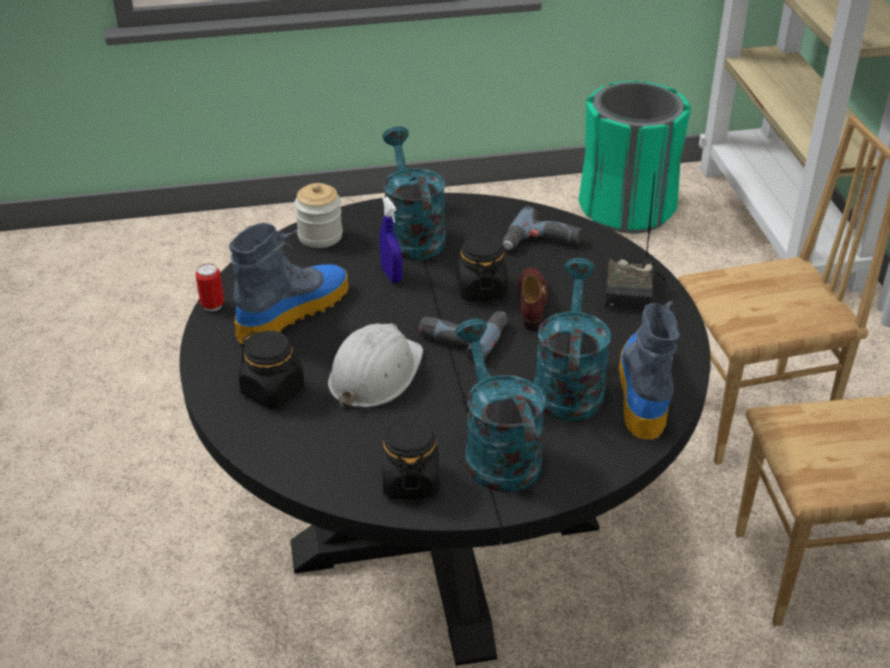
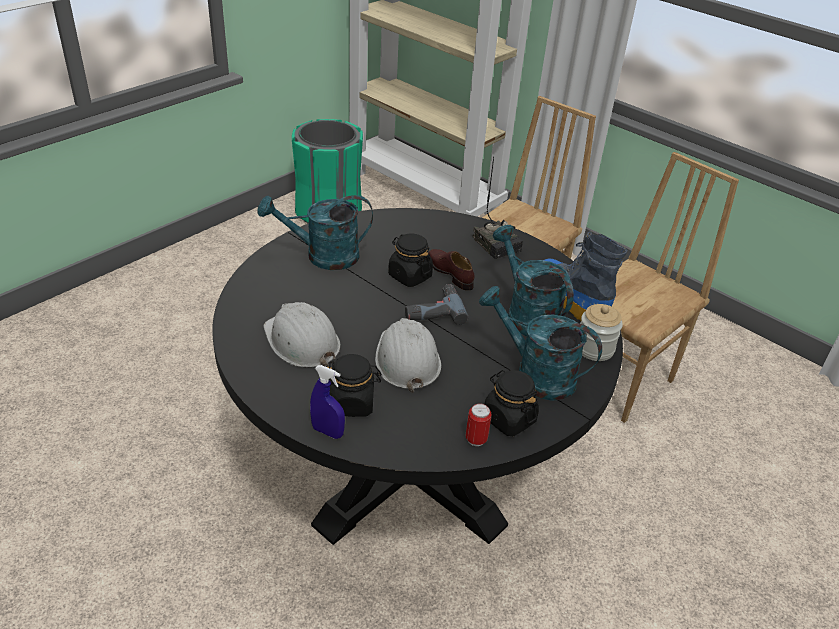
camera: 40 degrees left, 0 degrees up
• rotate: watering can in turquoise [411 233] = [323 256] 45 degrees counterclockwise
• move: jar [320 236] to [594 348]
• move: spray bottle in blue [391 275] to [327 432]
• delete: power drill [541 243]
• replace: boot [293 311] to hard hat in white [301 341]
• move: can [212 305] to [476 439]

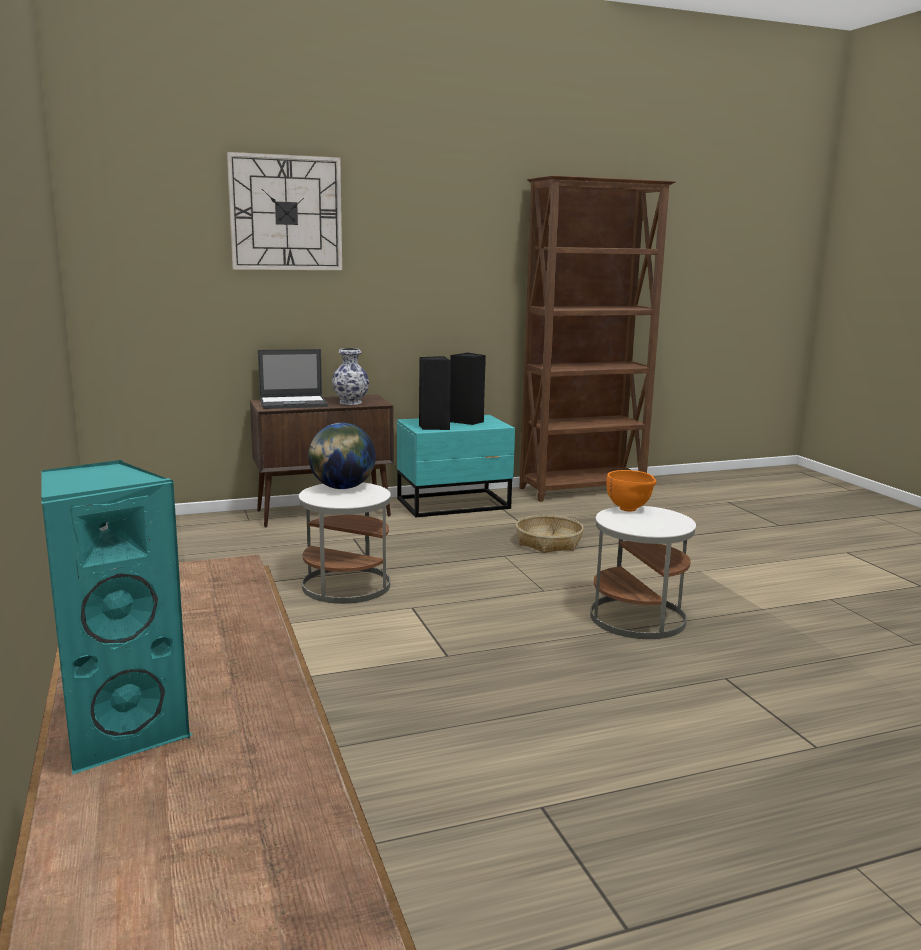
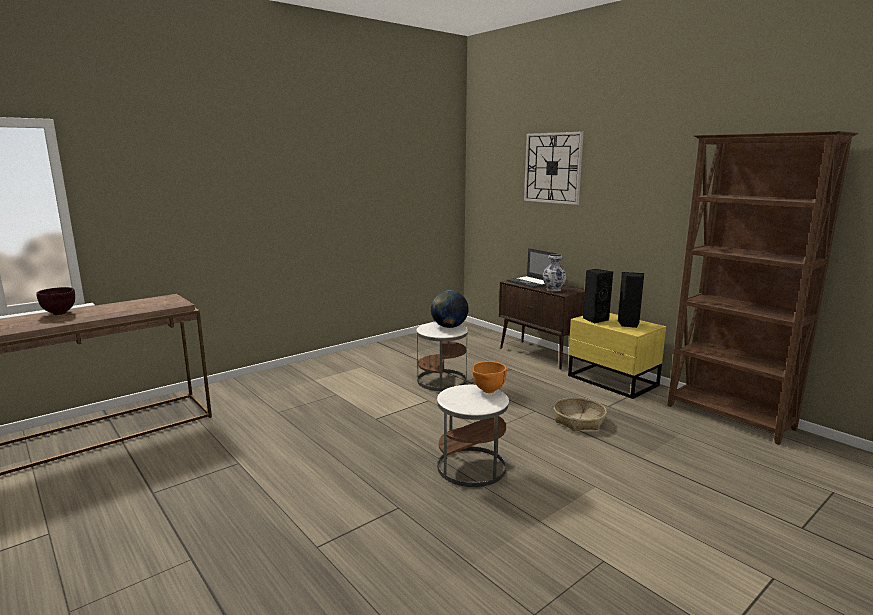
camera: 70 degrees right, 0 degrees up
• recolor: nightstand in turquoise [455 504] to nightstand in yellow [612 381]
• replace: speaker in turquoise [122 732] to bowl in brown [60 314]

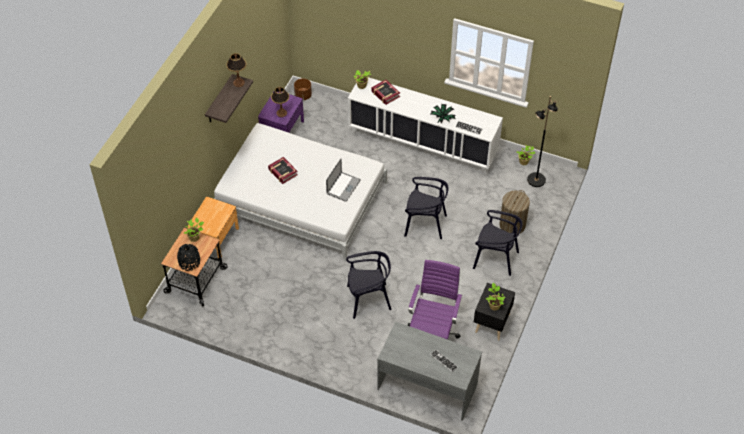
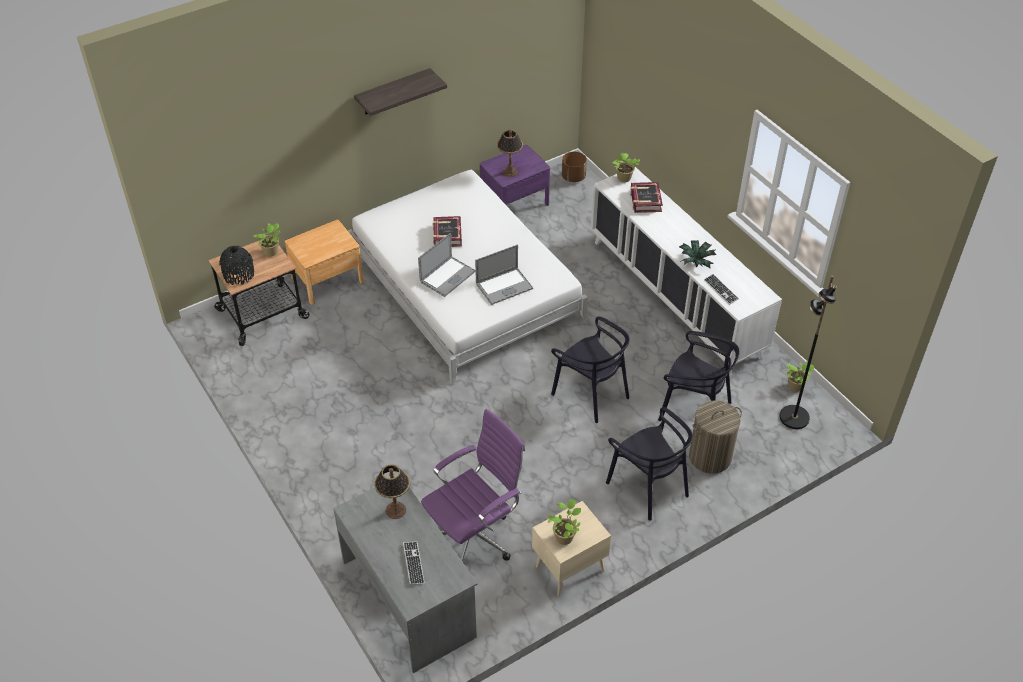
camera: 35 degrees right, 5 degrees down
• move: table lamp [238 83] to [395 510]
• move: chair in black [368 299] to [694 409]
• recolor: nightstand in black [491 323] to nightstand in beige [568 568]
• insert: laptop [447 276]

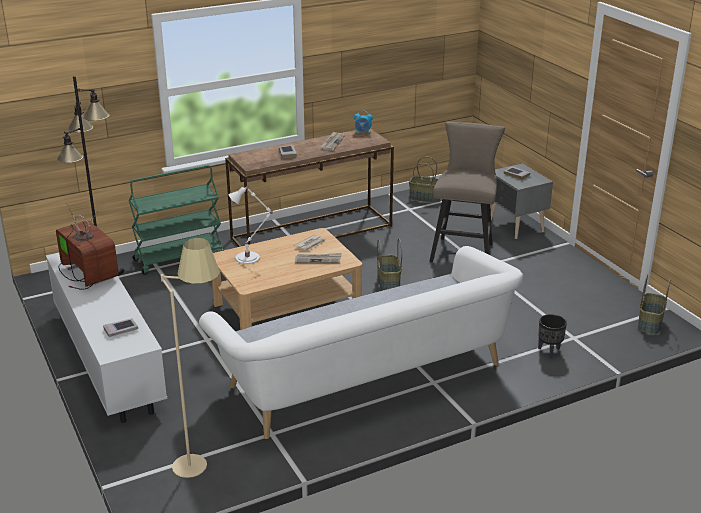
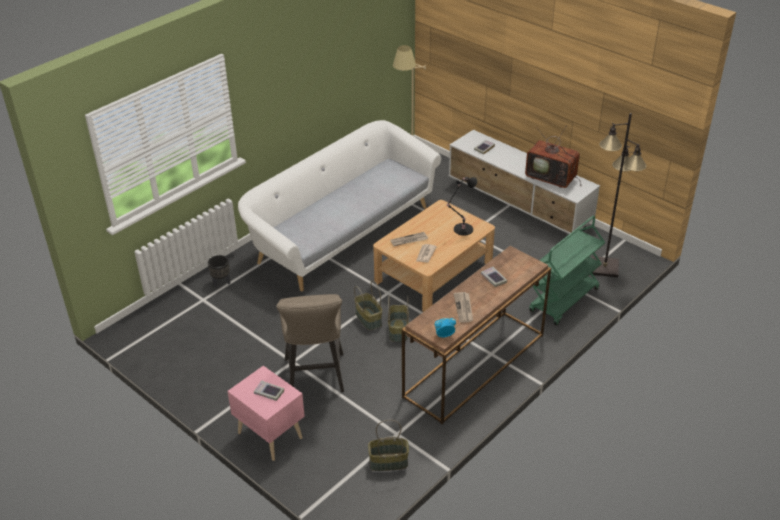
camera: 160 degrees right, 10 degrees up
• recolor: nightstand in grey [515 226] to nightstand in pink [270 434]
• recolor: table lamp in white [249 258] to table lamp in black [461 230]
• move: basket [650 323] to [398 330]

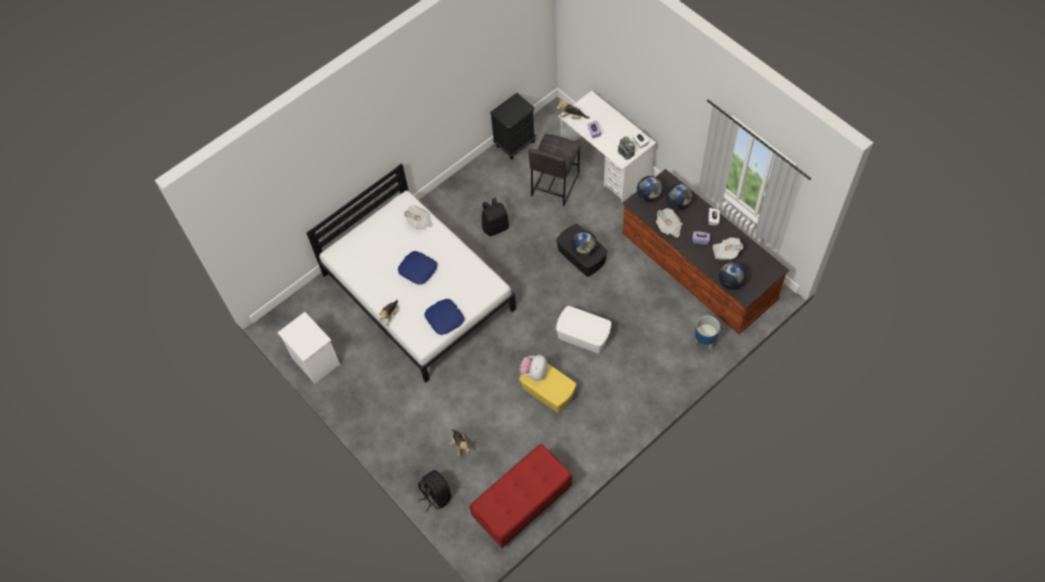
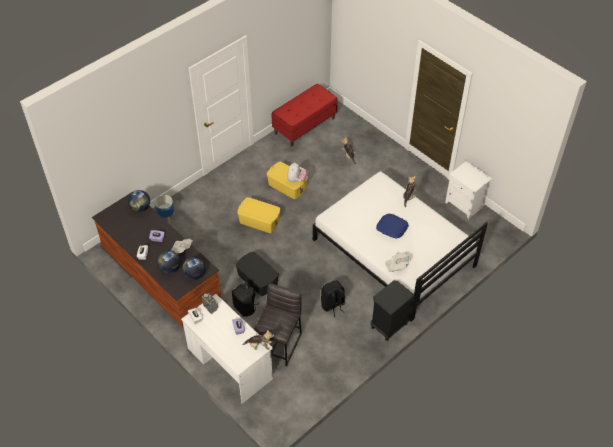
camera: 175 degrees right, 10 degrees down
• move: nightstand in black [515 143] to [389 325]
• delete: globe [584 250]
• delete: newspaper [725 252]
• delete: pillow in blue [445 318]
• recolor: storage box in white [583 336] to storage box in yellow [259 221]
• move: backpack in black [436 495] to [245 307]

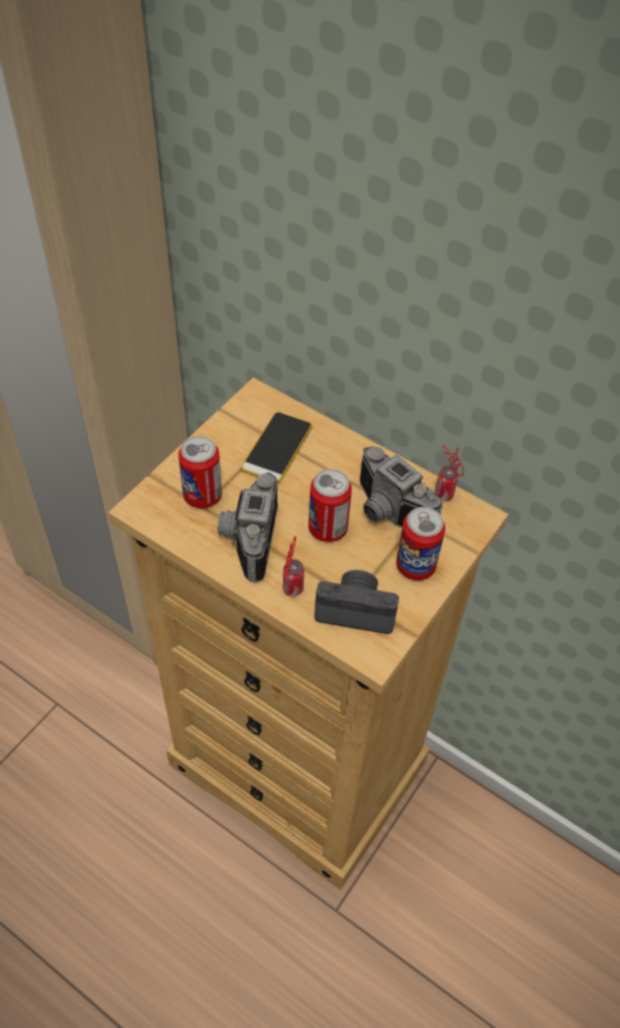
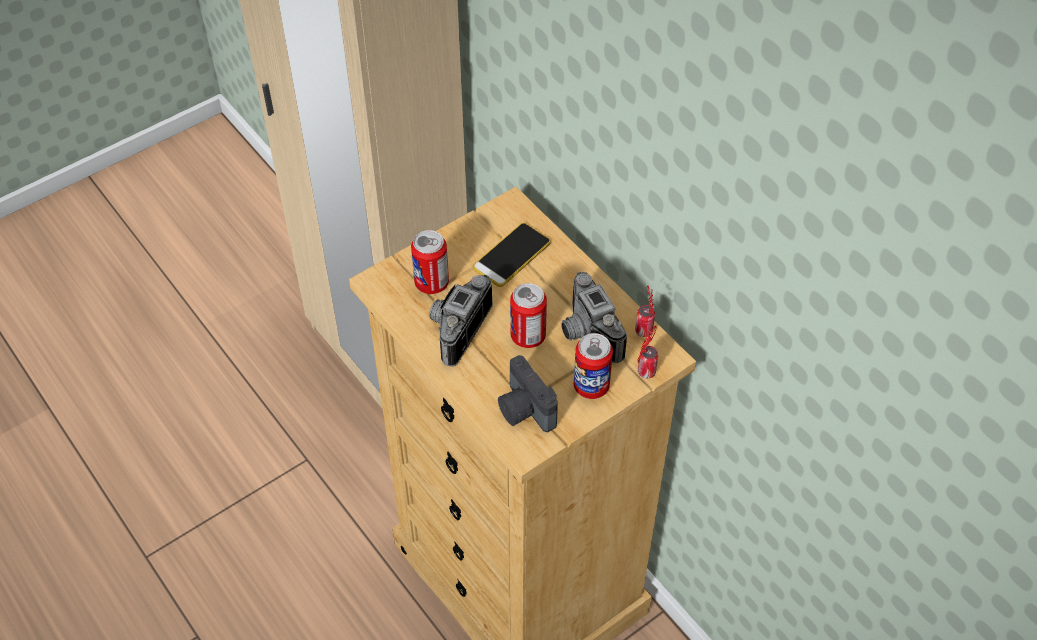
camera: 20 degrees right, 0 degrees up
• move: can [292 591] to [645 374]
• rotate: photo camera [355 610] = [524 410] 150 degrees counterclockwise

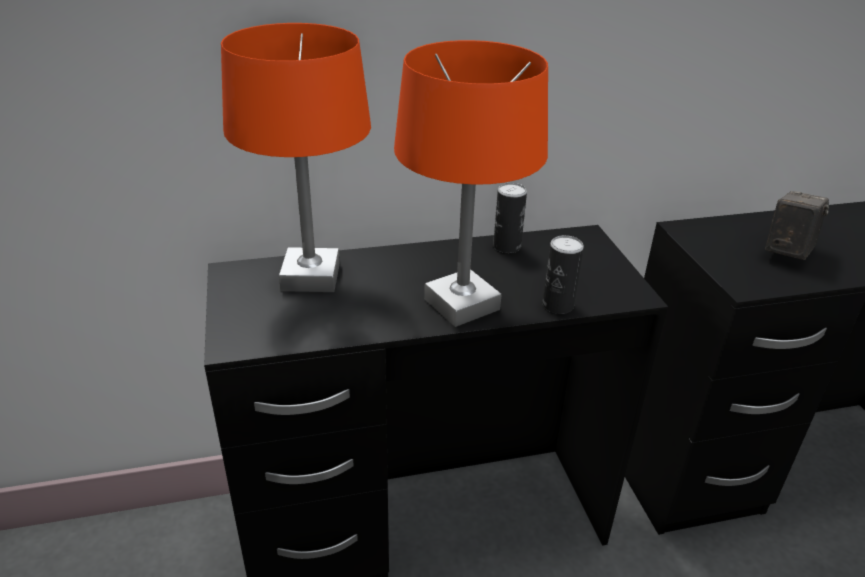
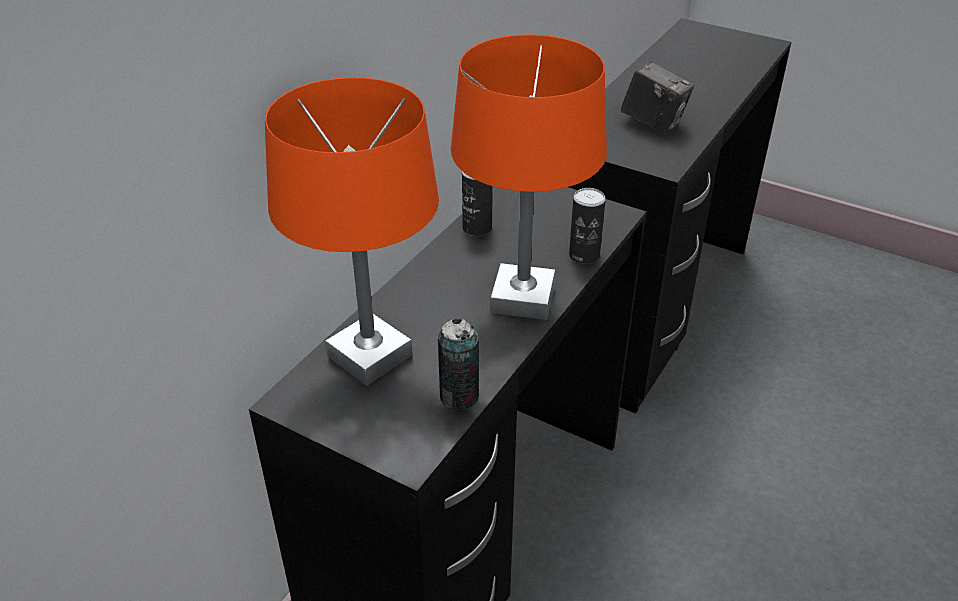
camera: 45 degrees left, 5 degrees up
• rotate: photo camera [787 251] = [653 123] 135 degrees clockwise
• insert: can [459 396]

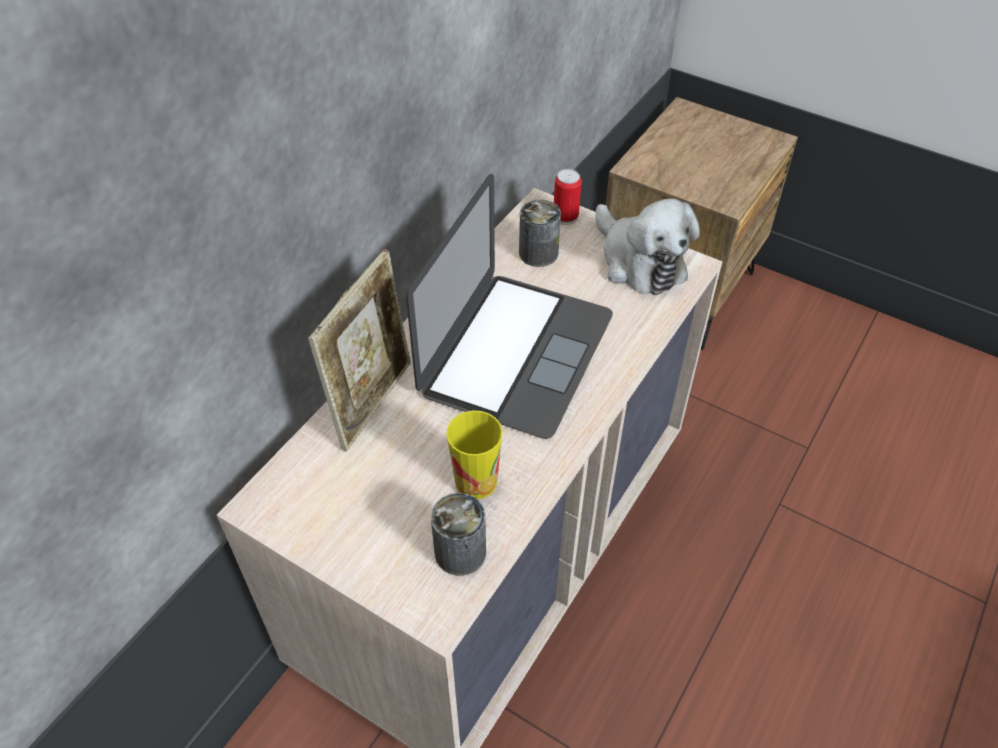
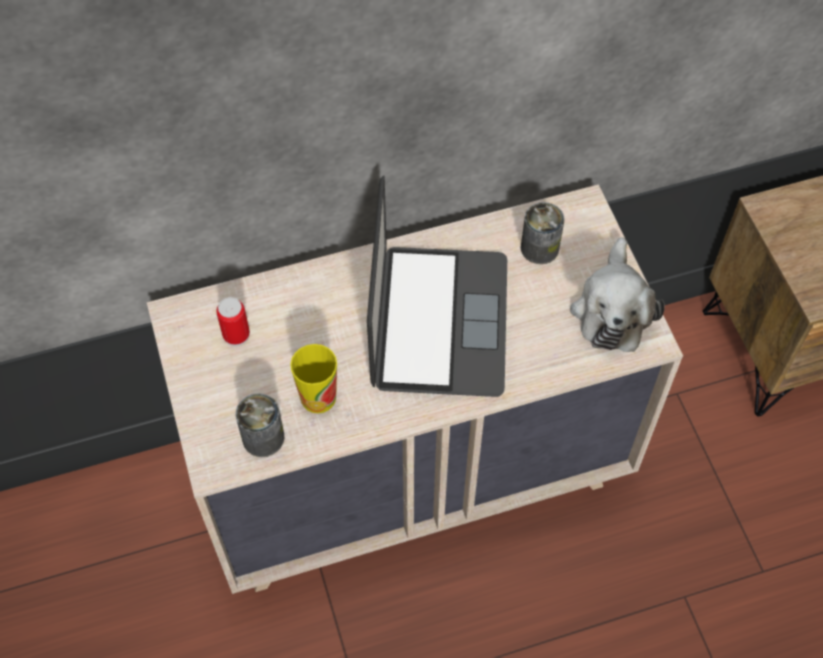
camera: 40 degrees right, 10 degrees up
• move: can [565 217] to [236 335]
• rotate: laptop [516 352] = [439 321] 60 degrees counterclockwise
• delete: picture frame [373 402]

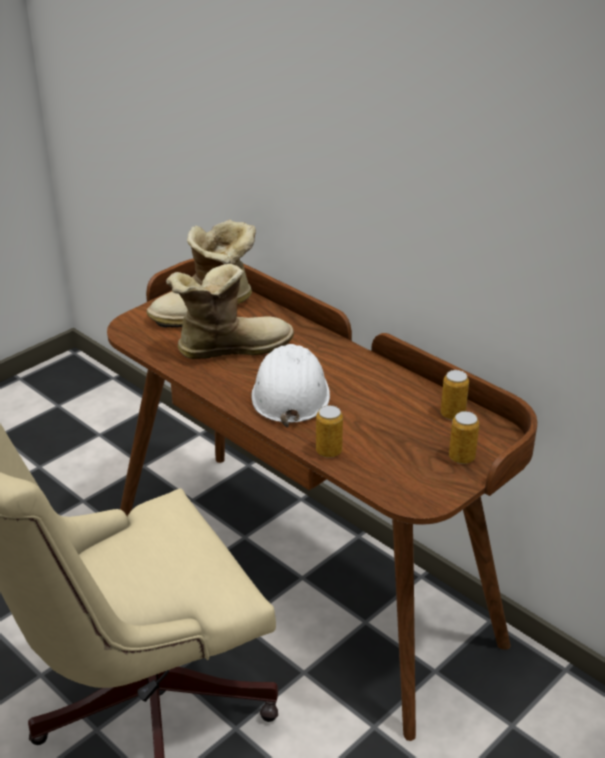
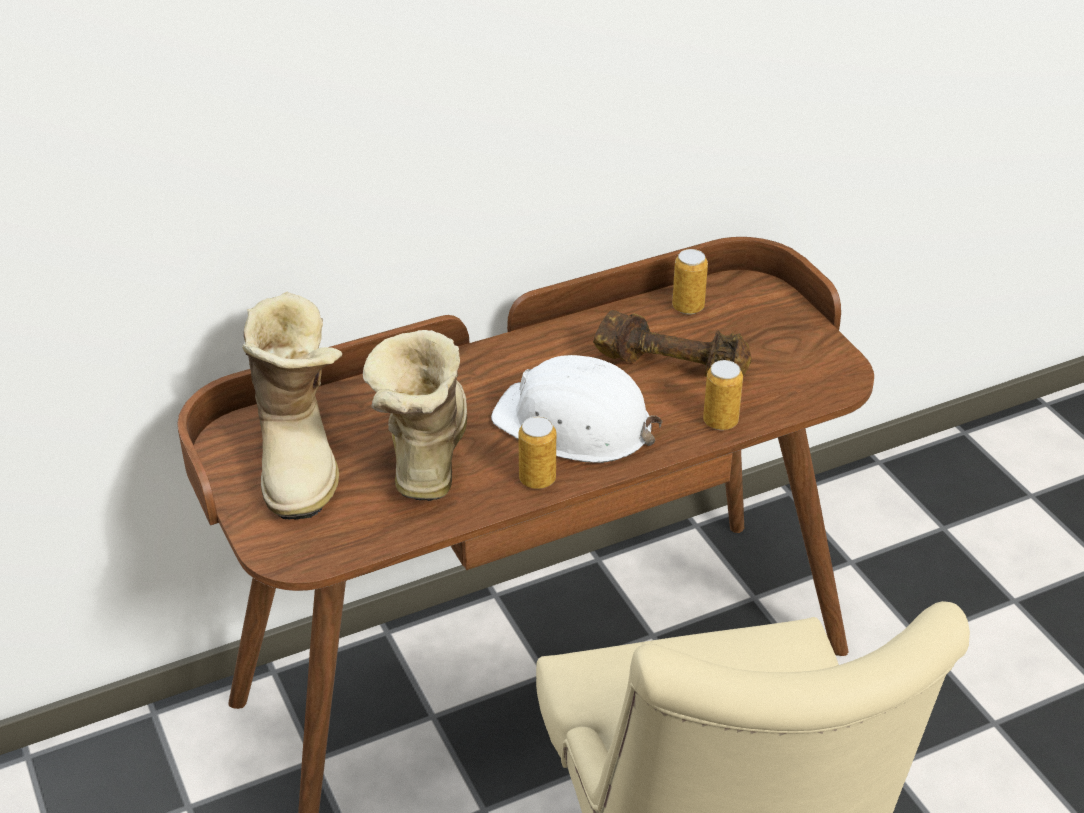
camera: 70 degrees left, 5 degrees up
• move: can [461 457] to [537 479]
• insert: dumbbell in brown [672 365]

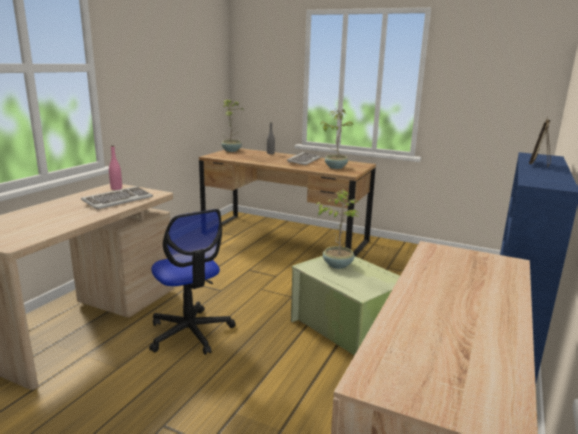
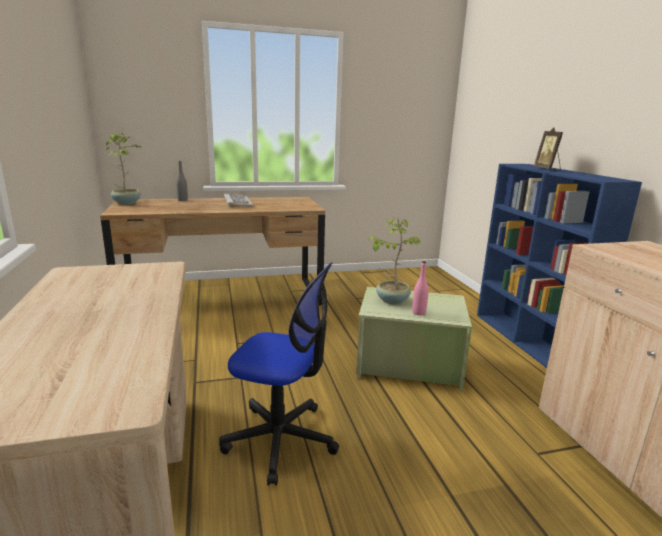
camera: 40 degrees left, 0 degrees up
• delete: potted plant [335 167]
• move: bottle in pink [116 188] to [418 313]
• delete: keyboard [118 200]

